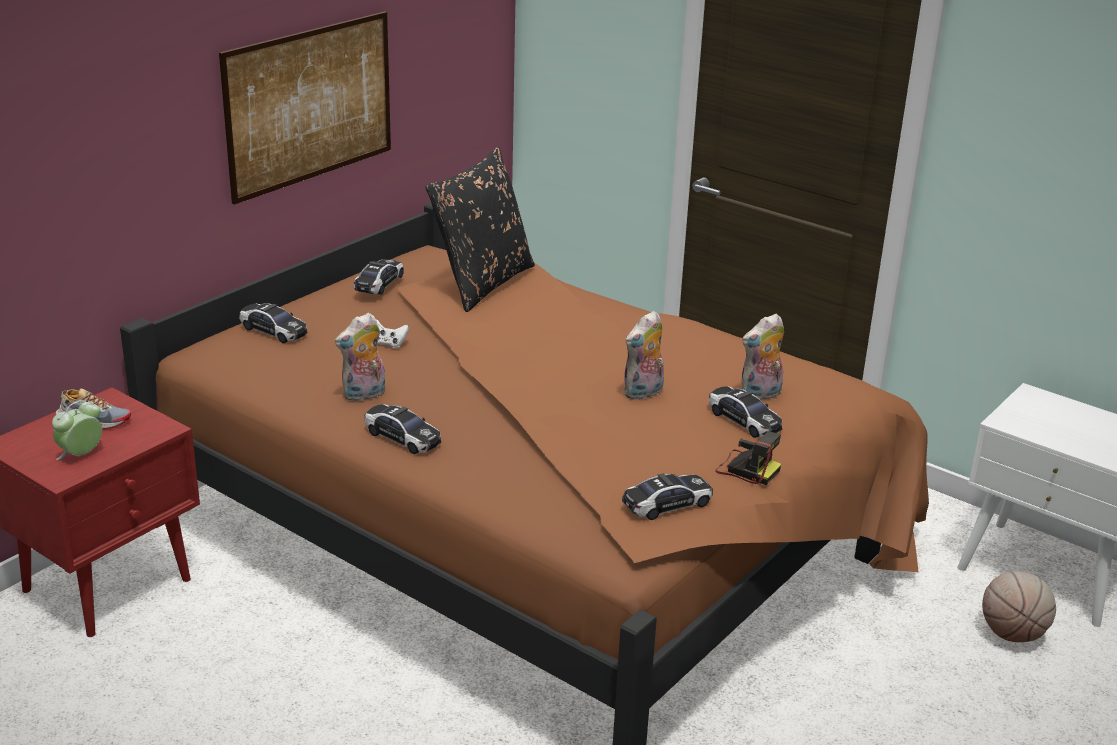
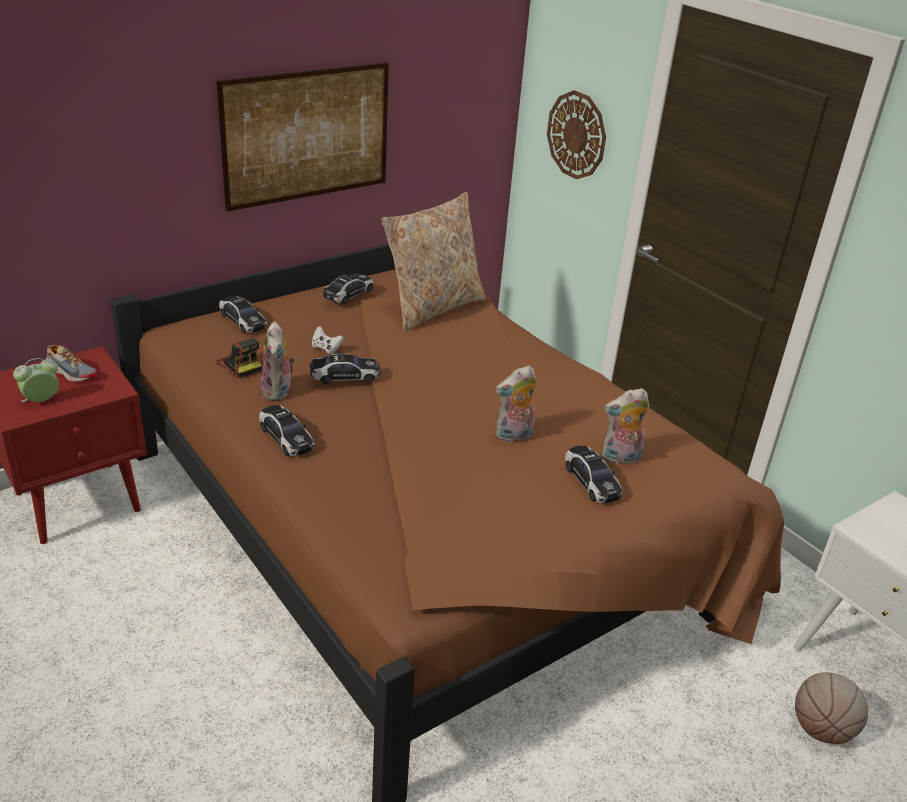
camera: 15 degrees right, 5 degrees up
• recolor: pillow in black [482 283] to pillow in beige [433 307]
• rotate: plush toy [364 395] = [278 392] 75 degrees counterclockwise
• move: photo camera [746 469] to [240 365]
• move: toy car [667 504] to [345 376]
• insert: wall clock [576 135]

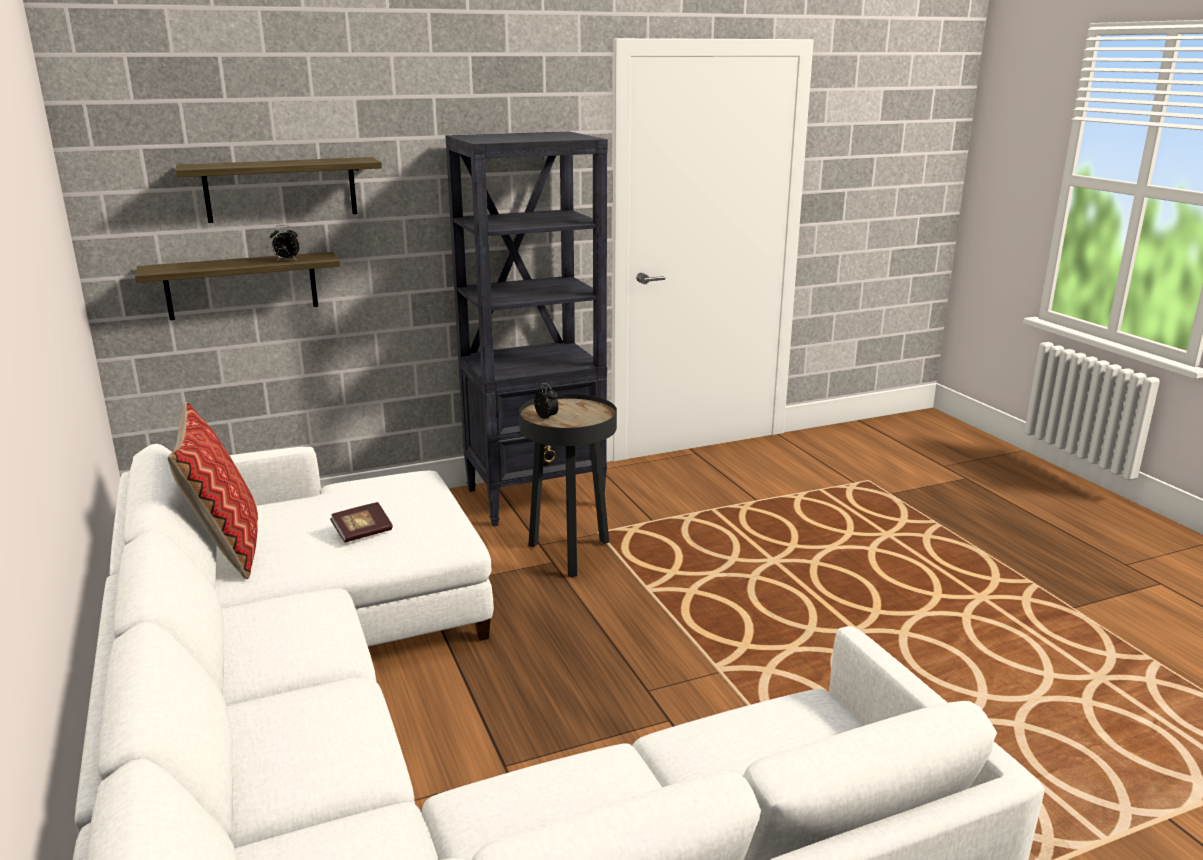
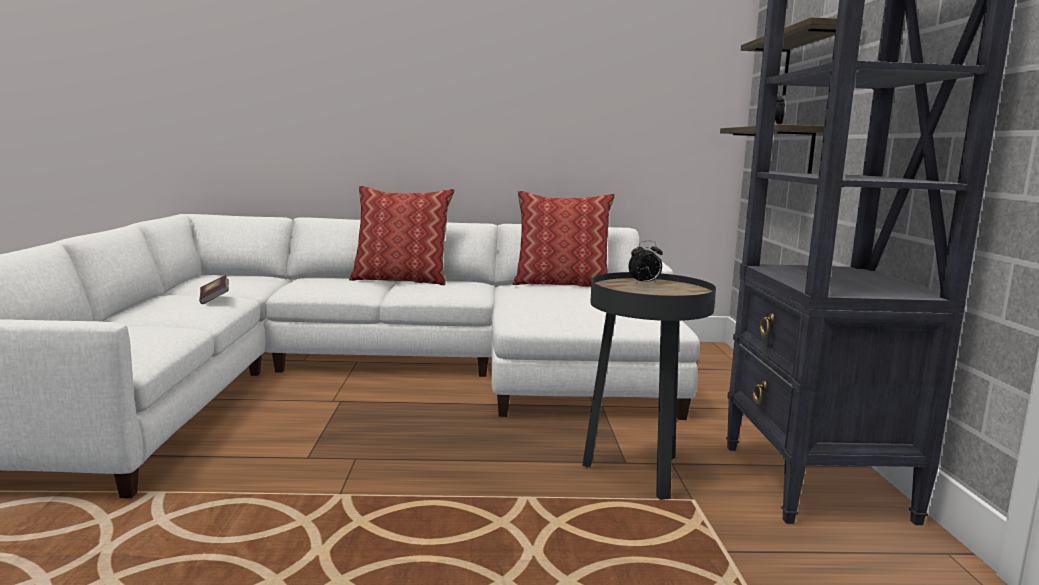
camera: 110 degrees right, 10 degrees down
• move: book [362 533] to [214 299]
• insert: pillow [401 280]

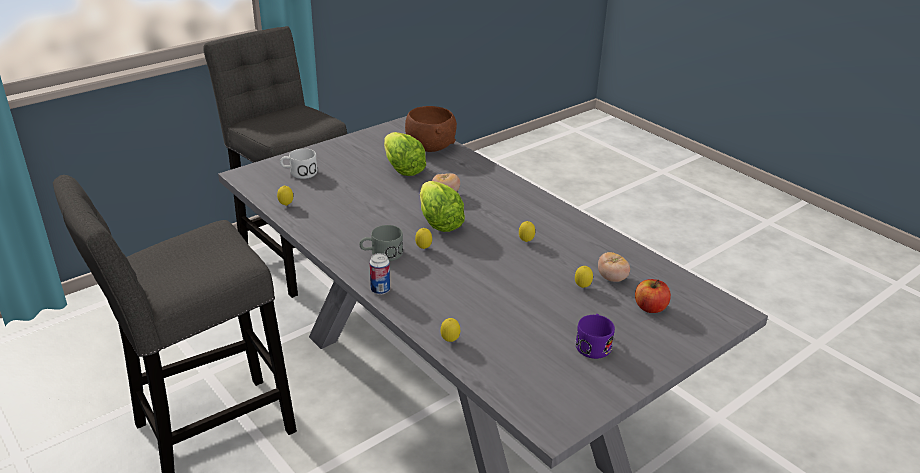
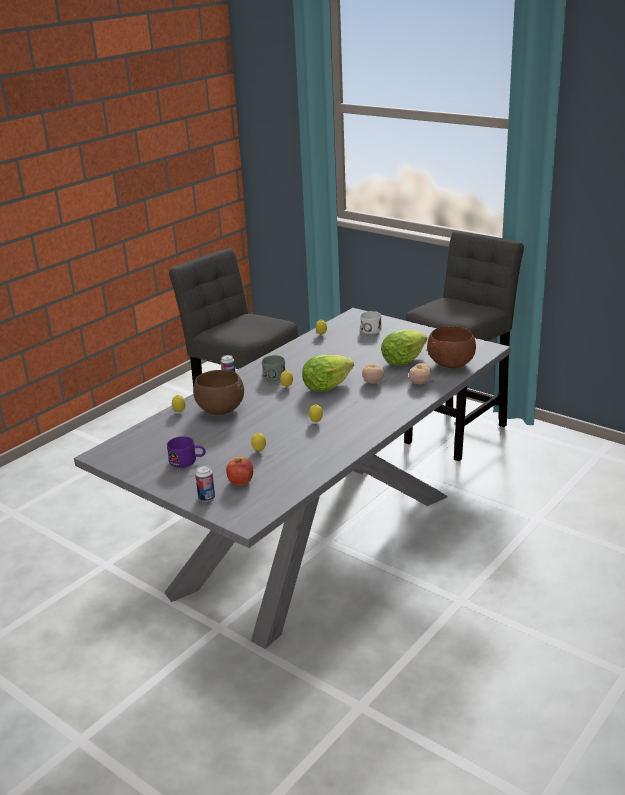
camera: 80 degrees right, 5 degrees down
• move: tomato [612 278] to [420 383]
• insert: bowl in brown [220 410]
• insert: can [206 498]

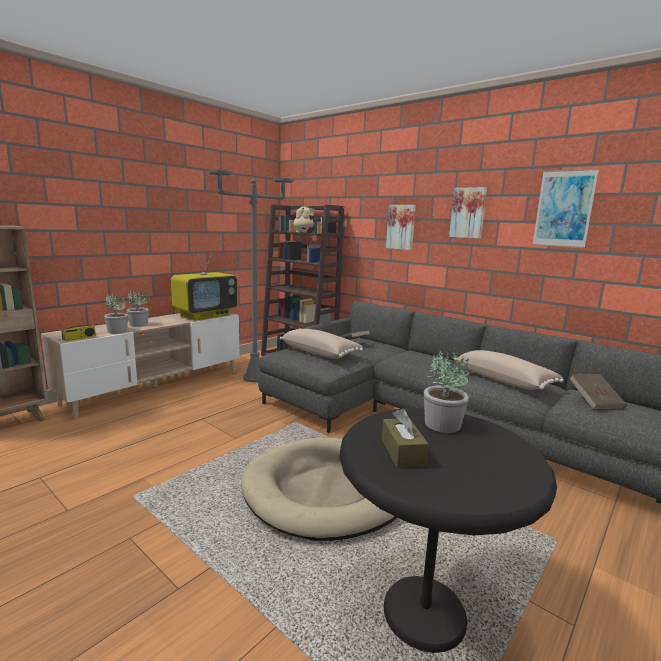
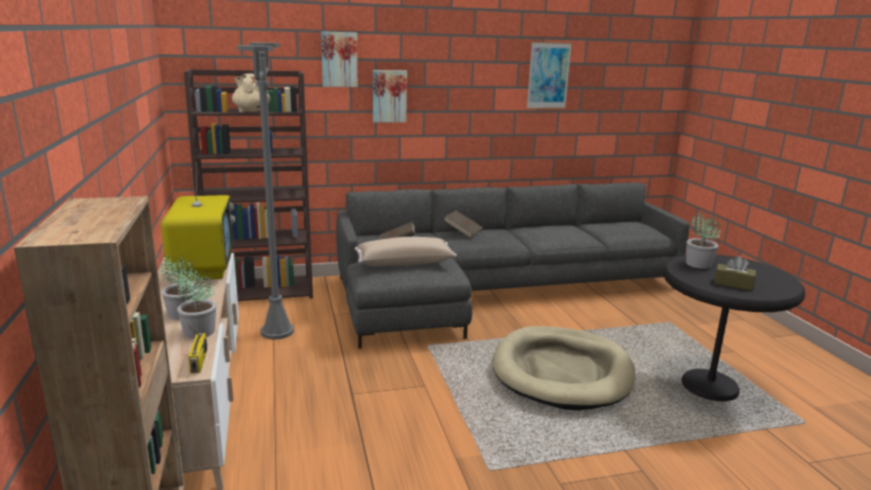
camera: 55 degrees left, 5 degrees up
• move: picture [468 213] to [339 59]
• delete: pillow in beige [504 380]
• move: book in brown [595 401] to [463 232]

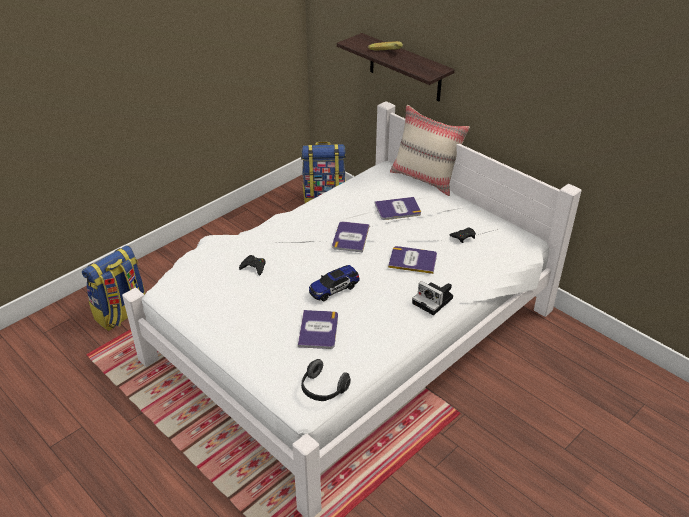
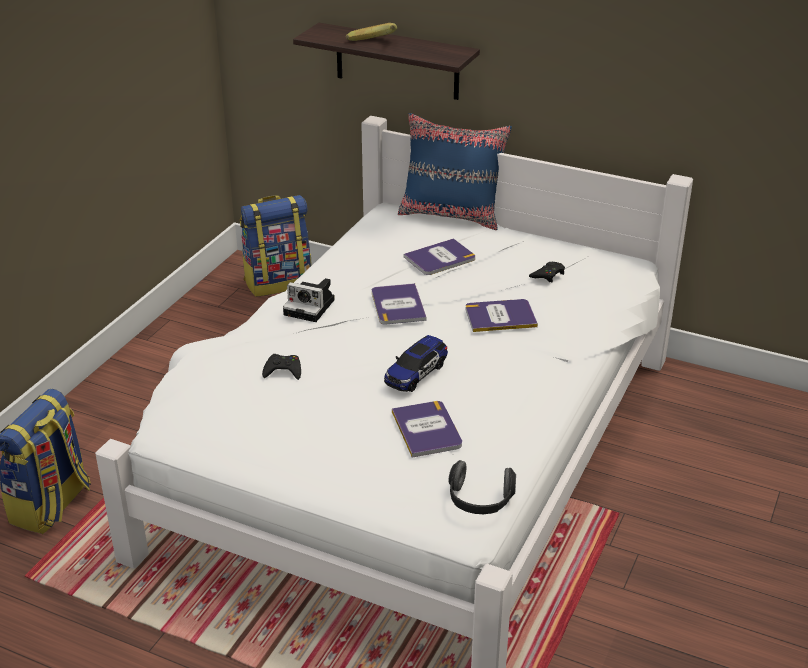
camera: 20 degrees left, 5 degrees down
• recolor: pillow in beige [425 179] to pillow in blue [452 215]
• move: photo camera [434 301] to [311 307]

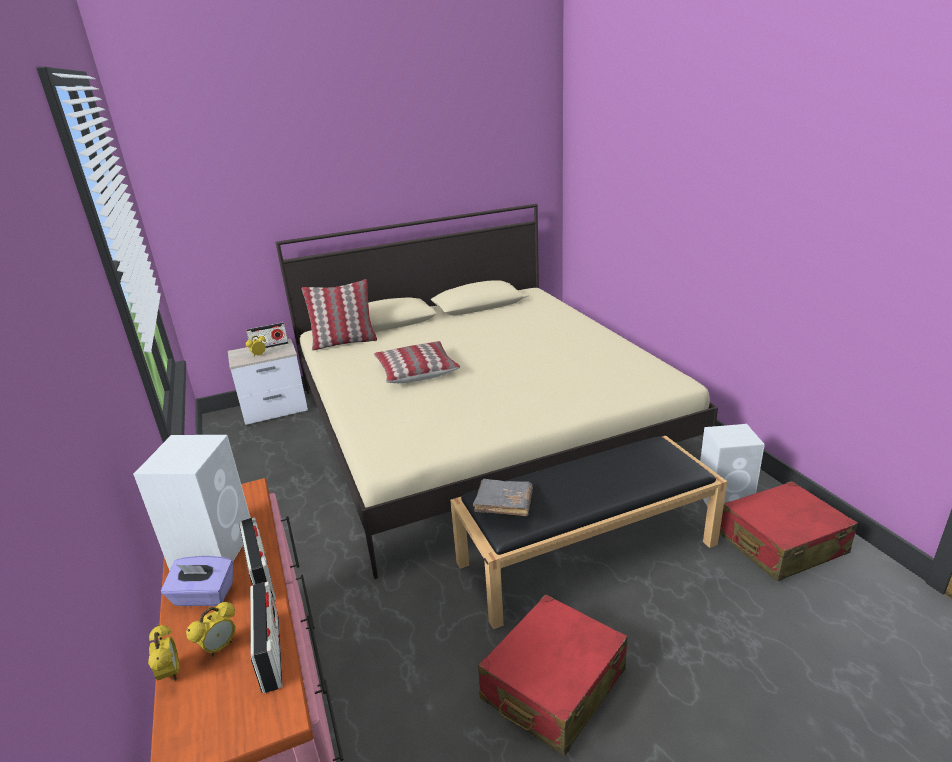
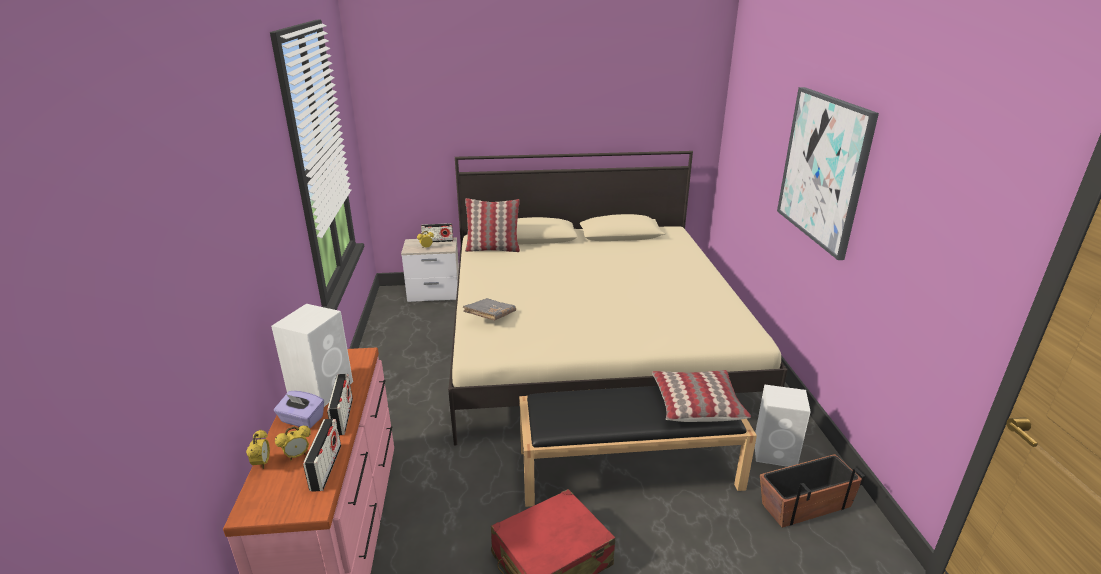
camera: 15 degrees right, 0 degrees up
• move: pillow [416 371] to [696 404]
• move: book in grey [504 507] to [490 317]
• replace: suitcase in red [781 544] to planter [805 504]
• insert: picture [823 169]

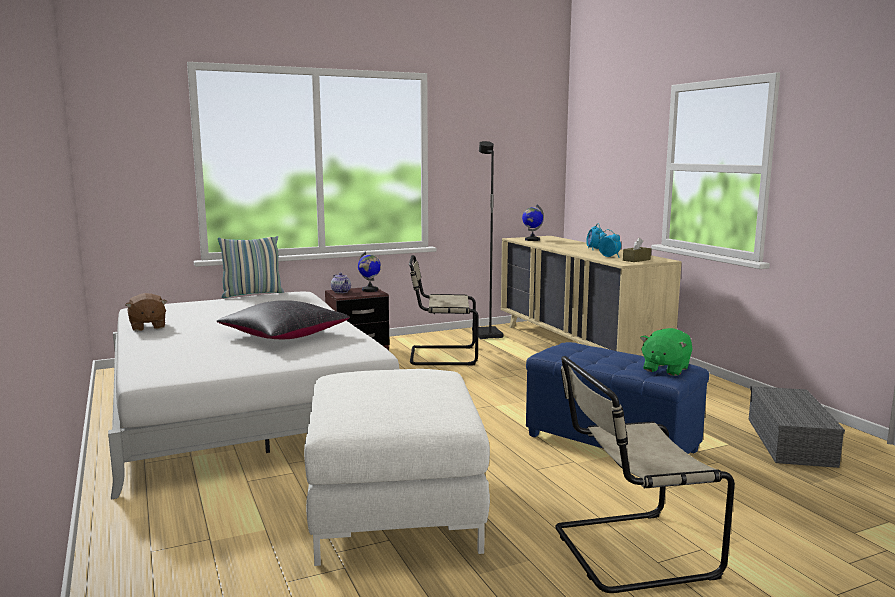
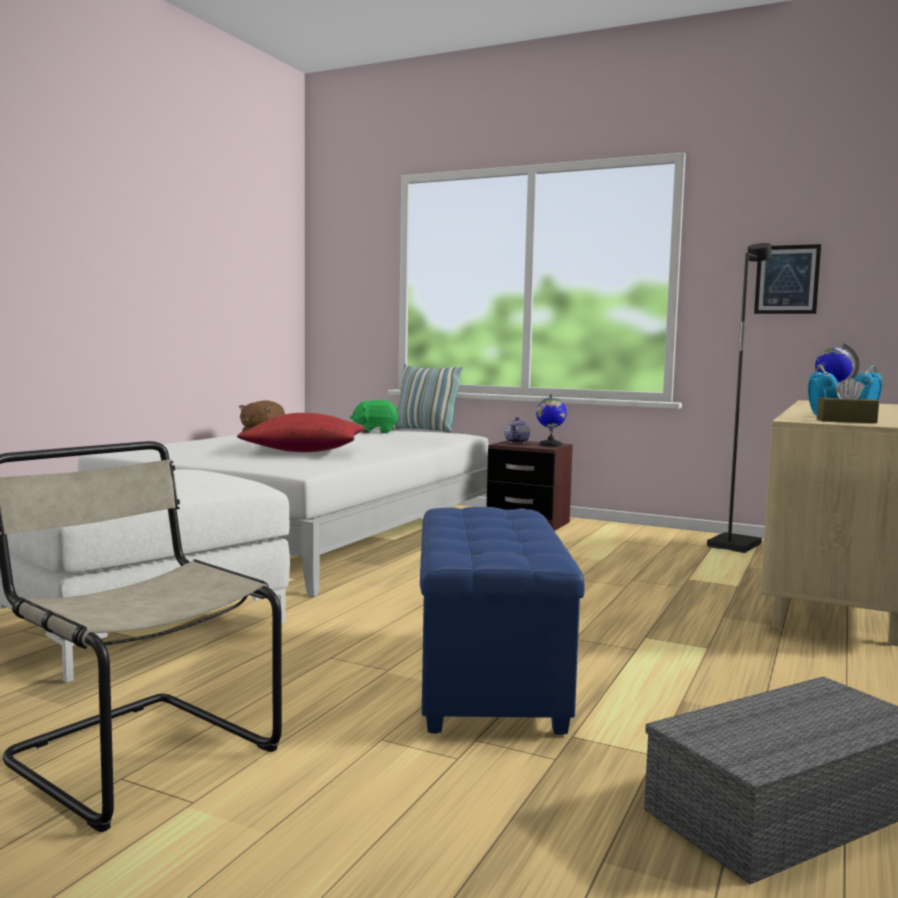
camera: 50 degrees right, 5 degrees down
• delete: chair in beige [440 356]
• recolor: pillow in black [285 336] to pillow in red [305 451]
• move: plush toy in green [665 369] to [375 432]
• insert: picture [787 279]

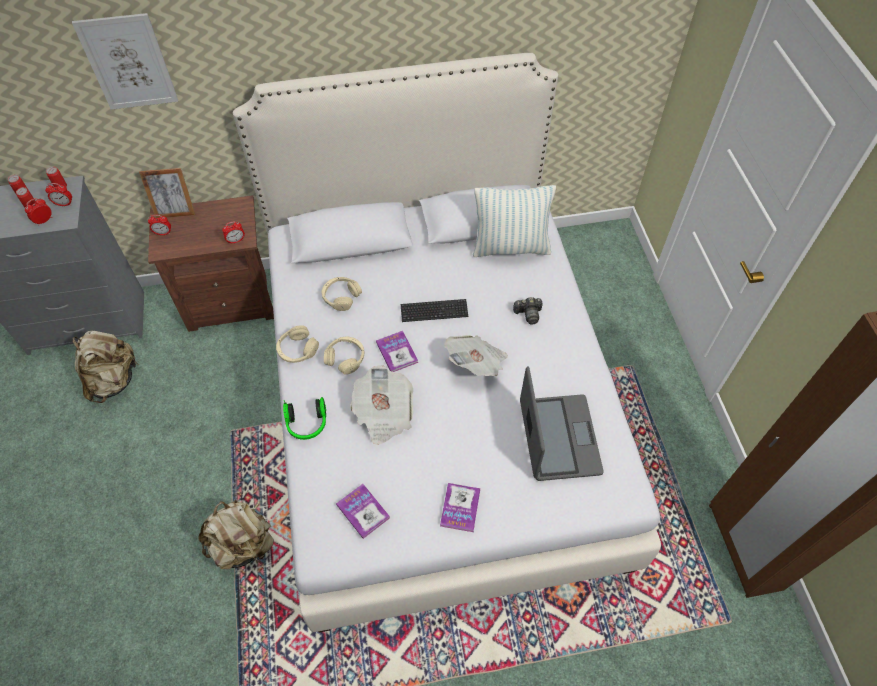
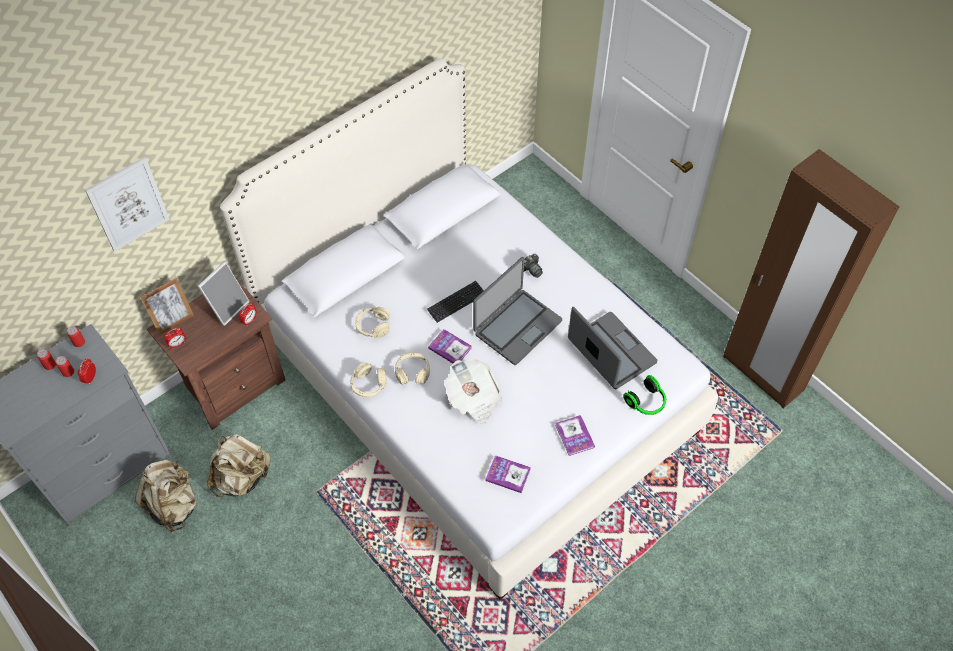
camera: 30 degrees left, 0 degrees up
• delete: alarm clock [64 204]
• delete: pillow [510 247]
• replace: newspaper [477 363] to laptop [517 327]
• move: headphones [307 424] to [646 402]
• move: backpack in beige [242 545] to [242 477]
• insert: picture frame [227 307]

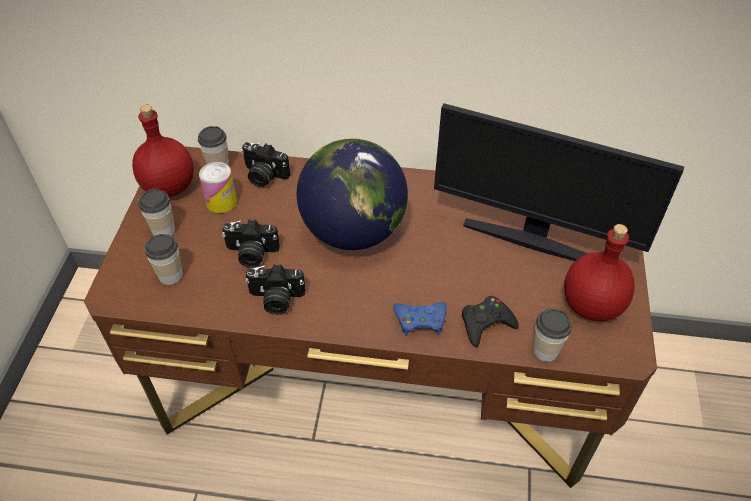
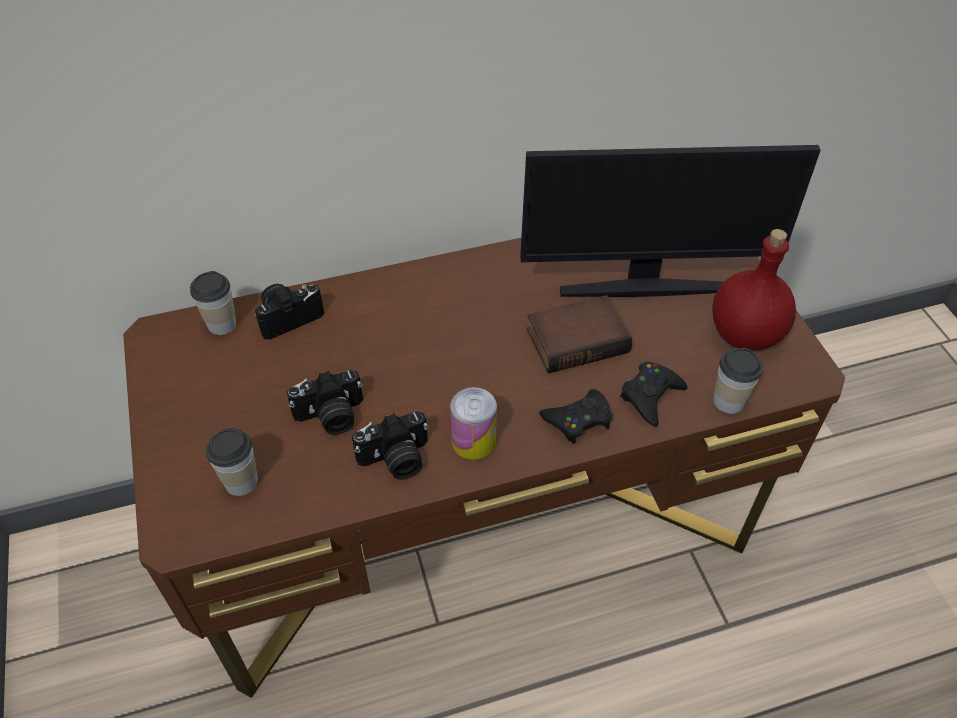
camera: 25 degrees left, 0 degrees up
• delete: bottle in red [170 186]
• delete: globe [353 231]
• rotate: photo camera [263 176] = [288 317] 150 degrees clockwise
• move: can [221 202] to [473 441]
• delete: cup [163 230]
• recolor: game controller in blue [420 320] to game controller in black [578 419]
• insert: book [577 338]

